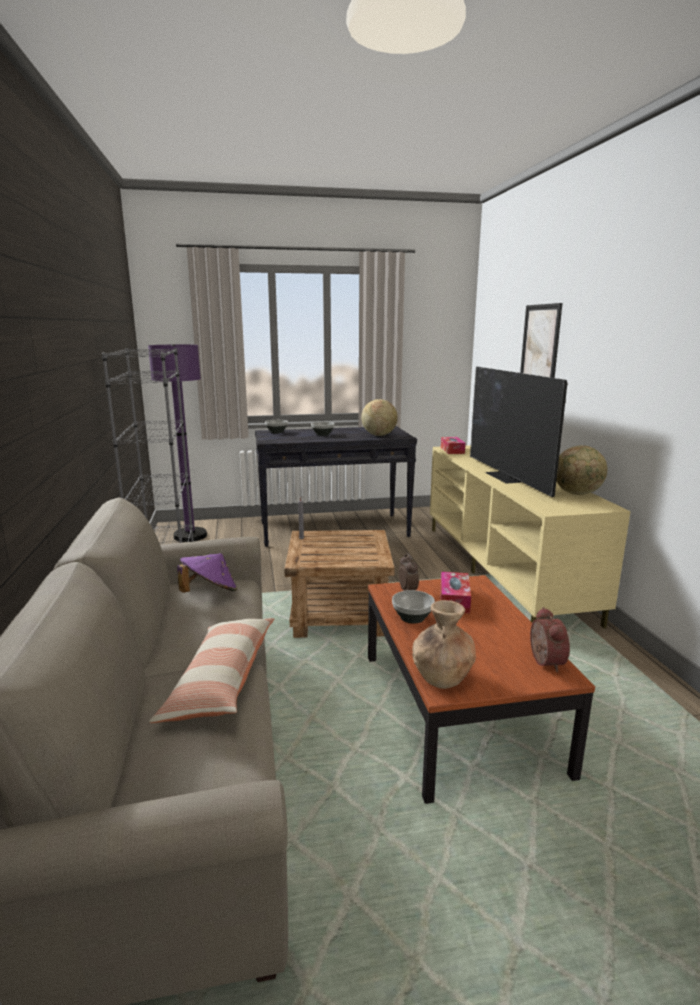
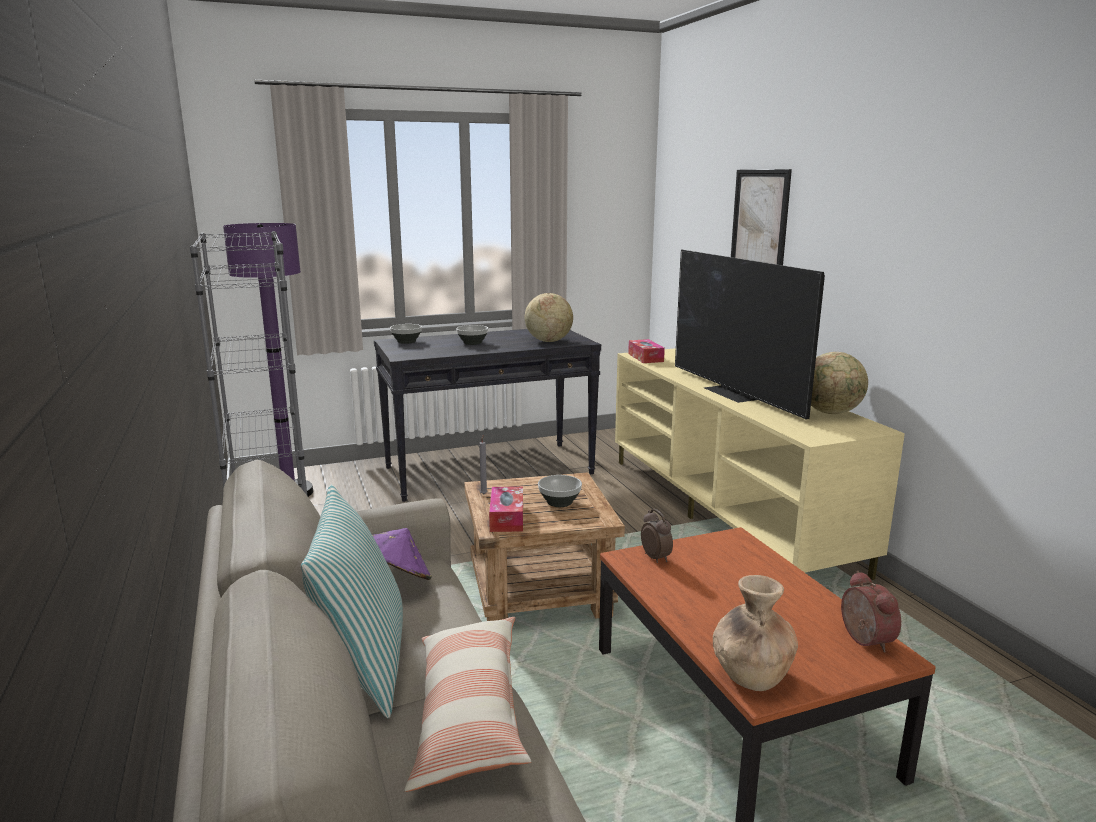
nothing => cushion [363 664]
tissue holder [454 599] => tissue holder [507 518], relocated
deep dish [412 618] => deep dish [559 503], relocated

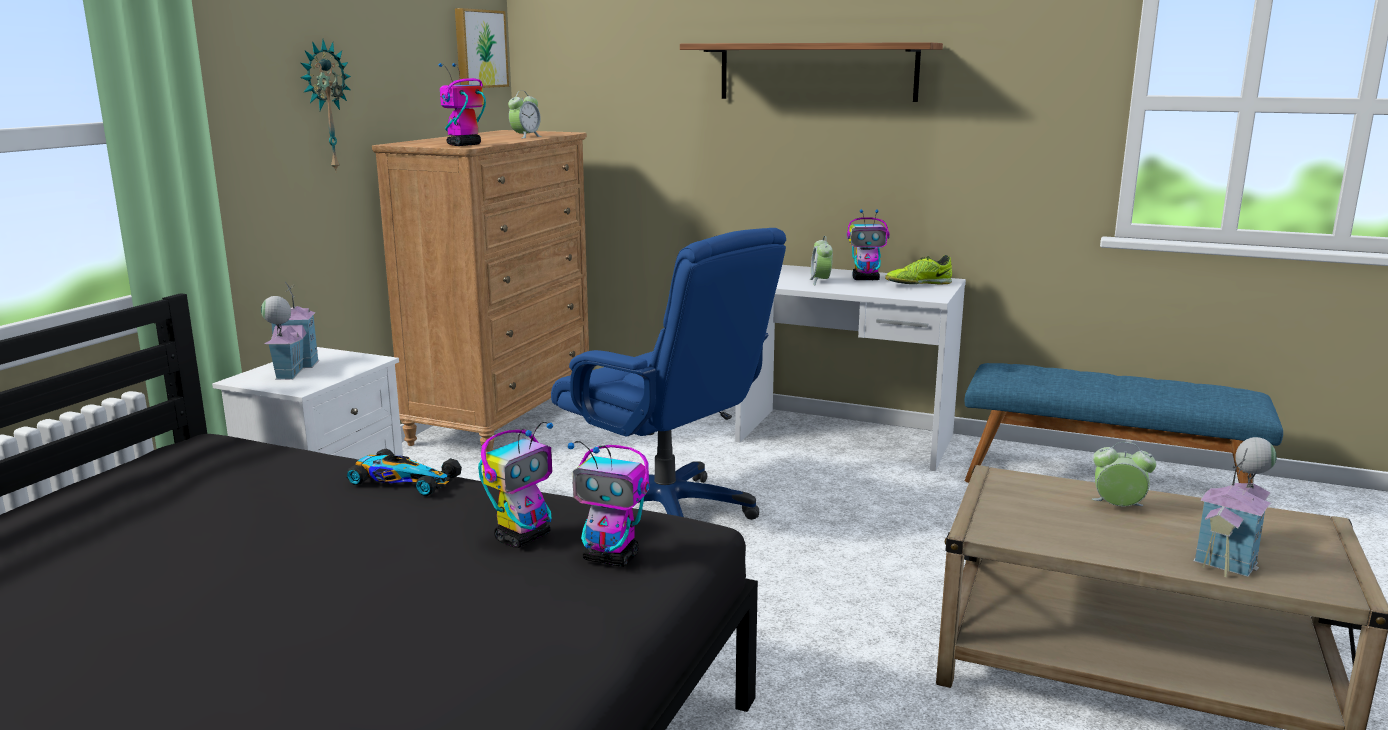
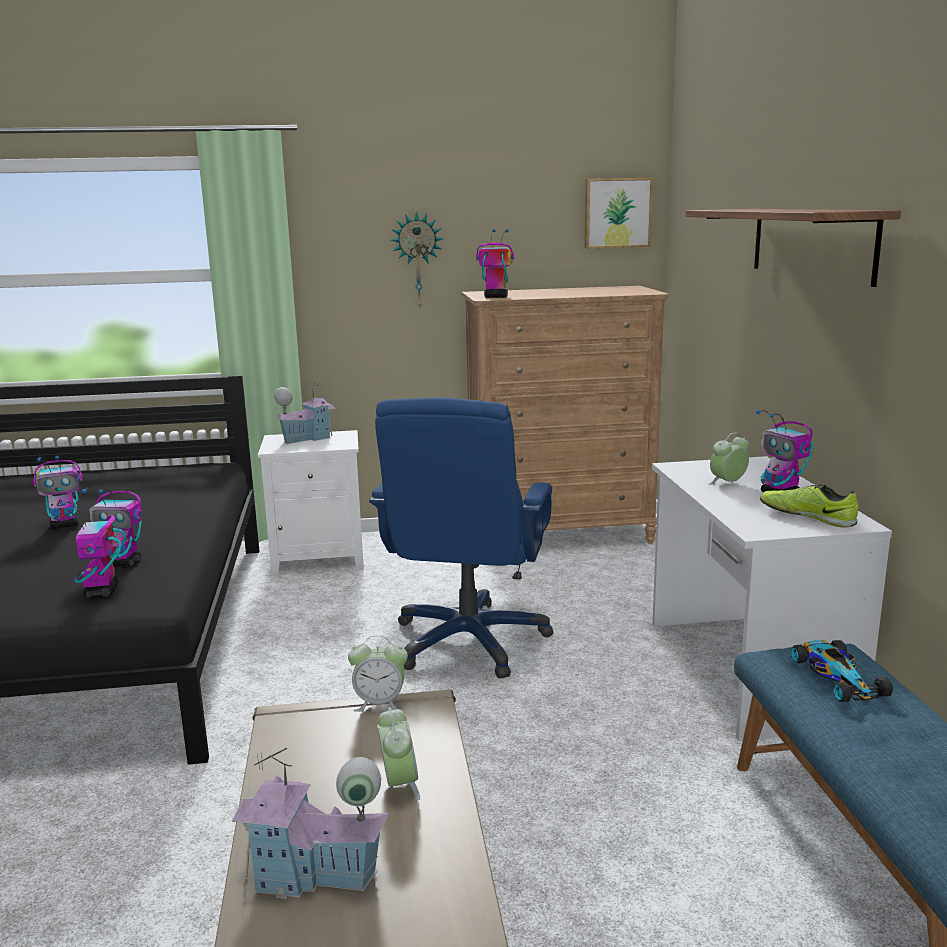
nothing => robot figure [65 525]
bedside clock [525 137] => bedside clock [380 703], relocated
miniature car [403 480] => miniature car [837 676], relocated

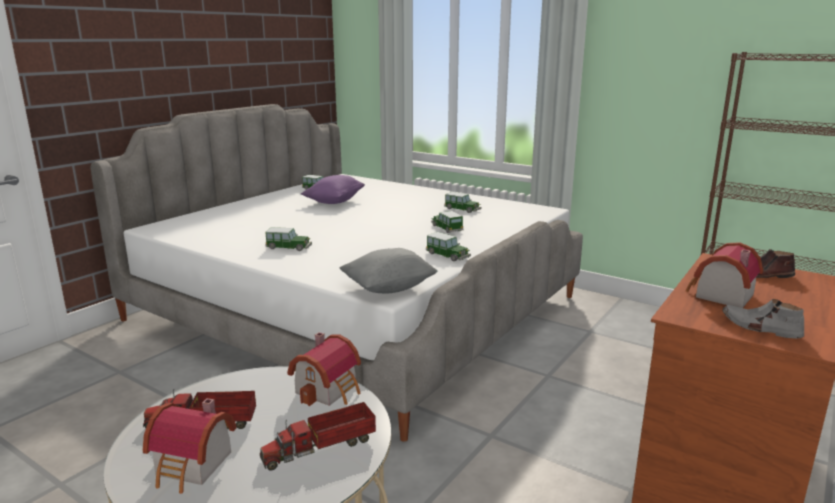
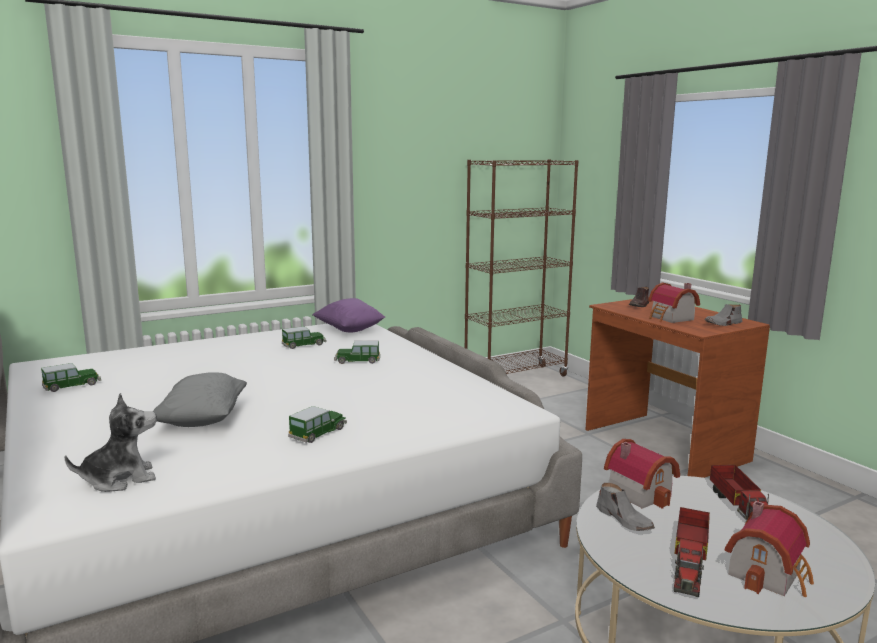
nothing => soft toy [120 479]
greyish cushion [389 288] => greyish cushion [202 420], relocated
purplish cushion [334 202] => purplish cushion [349 330], relocated
nothing => greyish low shoe [625 520]
miniature car [448 255] => nothing

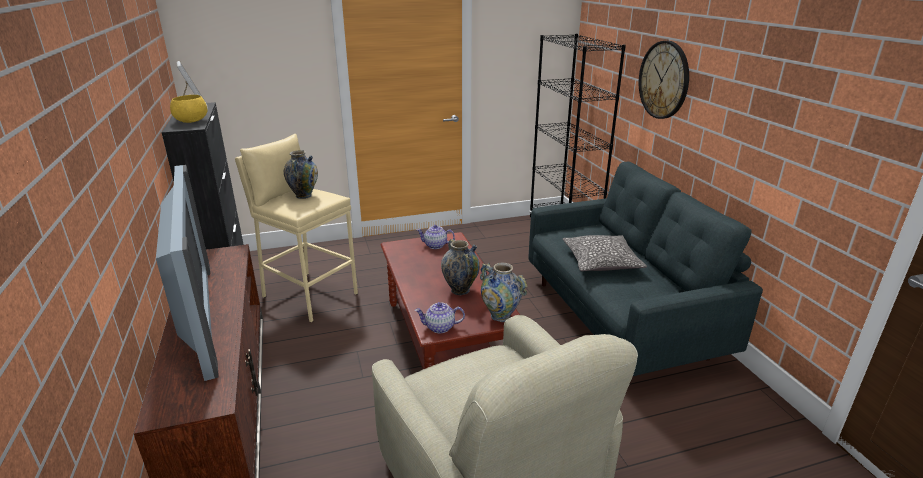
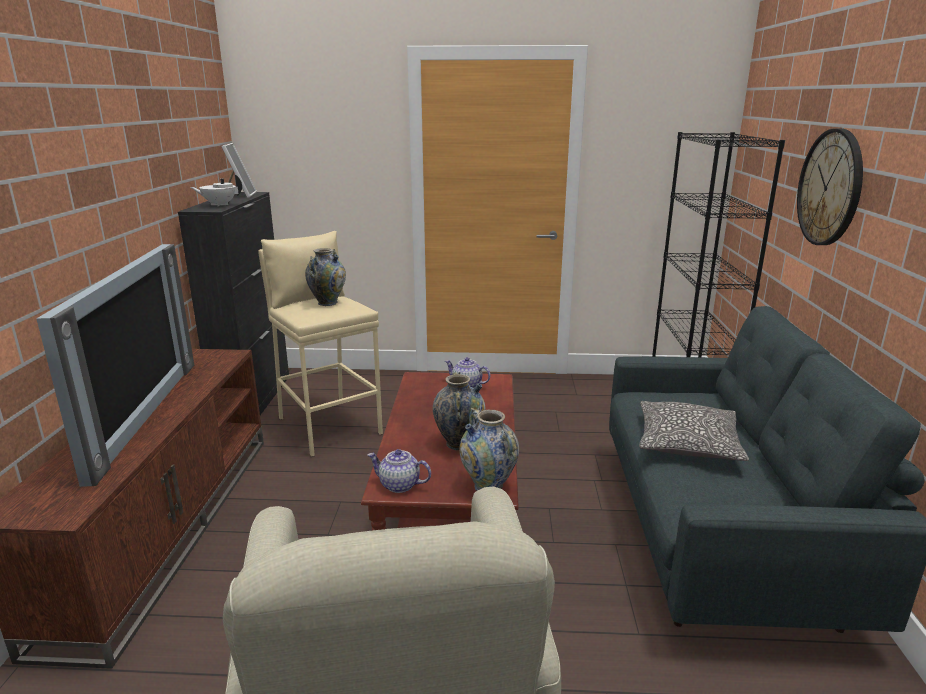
yellow deep dish [191 121] => whitish tea pot [219 205]

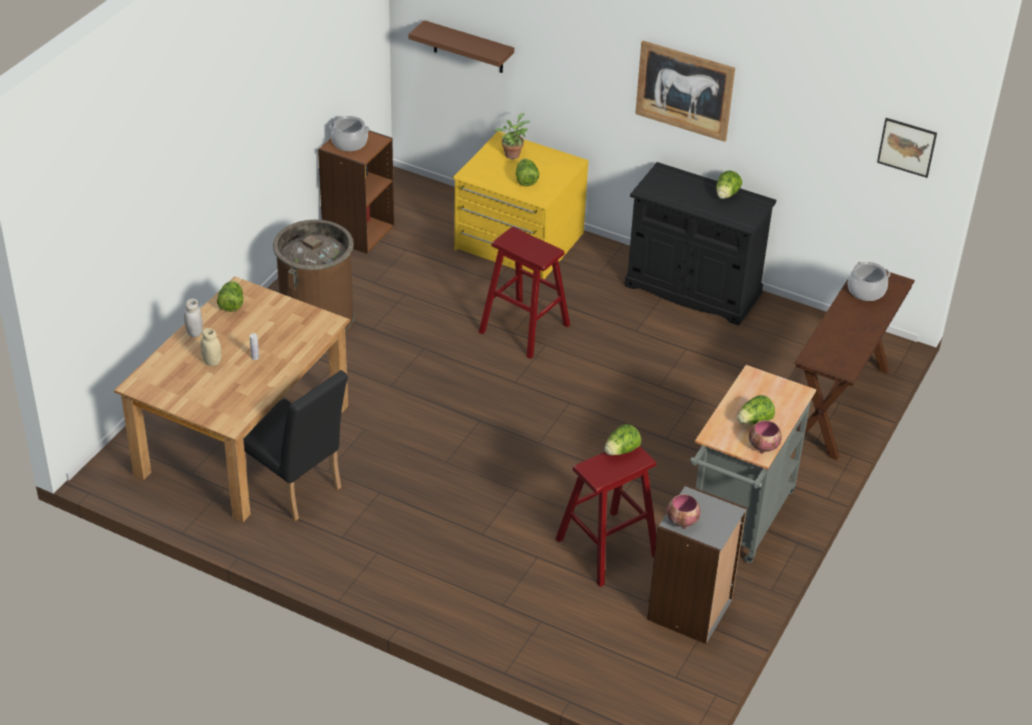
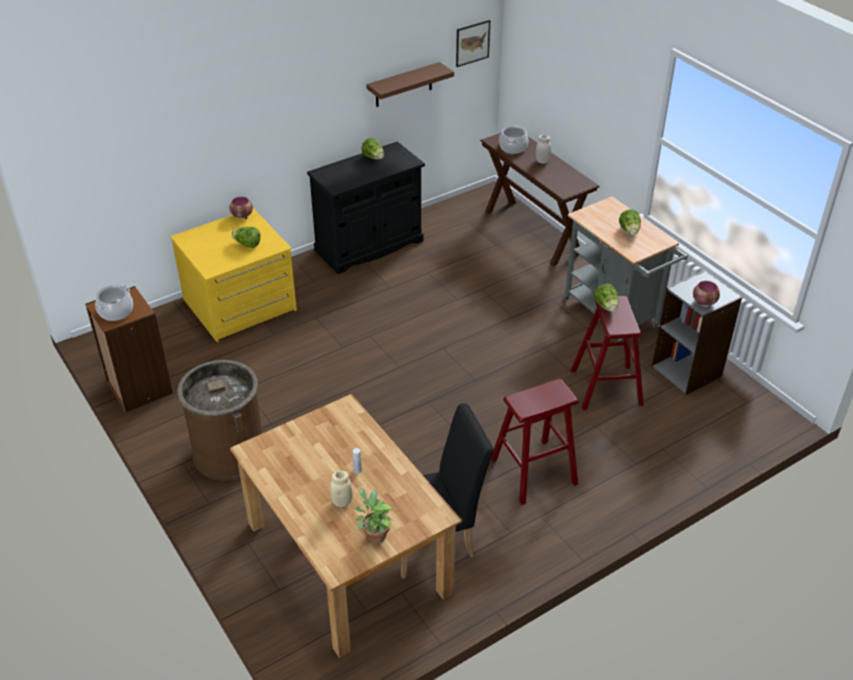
deep dish [763 447] => deep dish [242 216], relocated
plant in a pot [512 154] => plant in a pot [374 535], relocated
brown bracket shelf [468 47] => brown bracket shelf [403 85], relocated
red-coloured stool [524 329] => red-coloured stool [533 471], relocated
whitish storage jar [194 332] => whitish storage jar [542 161], relocated
lettuce [231 304] => nothing
wall picture [684 90] => nothing

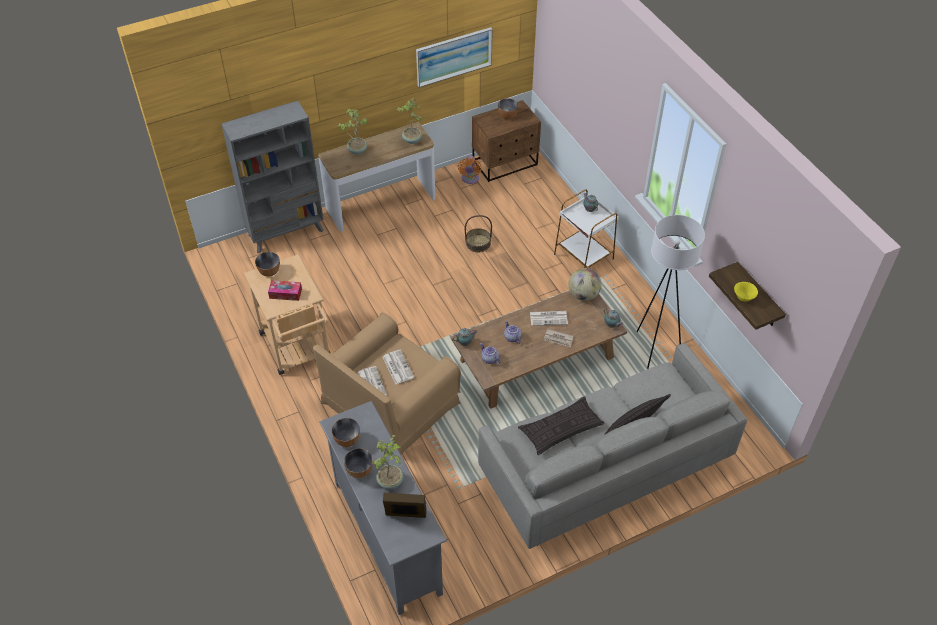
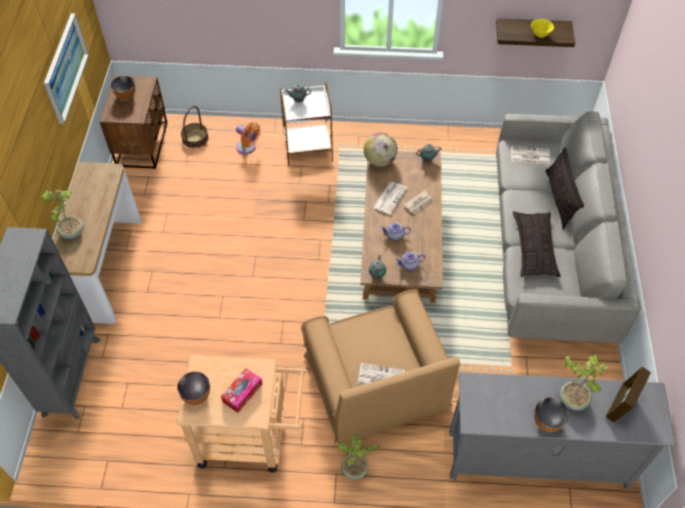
storage basket [478 243] => storage basket [195 138], relocated
orange-coloured electric fan [470 179] => orange-coloured electric fan [247 148], relocated
plant in a pot [411 140] => plant in a pot [355 470], relocated
daily paper [397 367] => daily paper [529 155], relocated
deep dish [347 440] => nothing
whitish standing lamp [654 348] => nothing

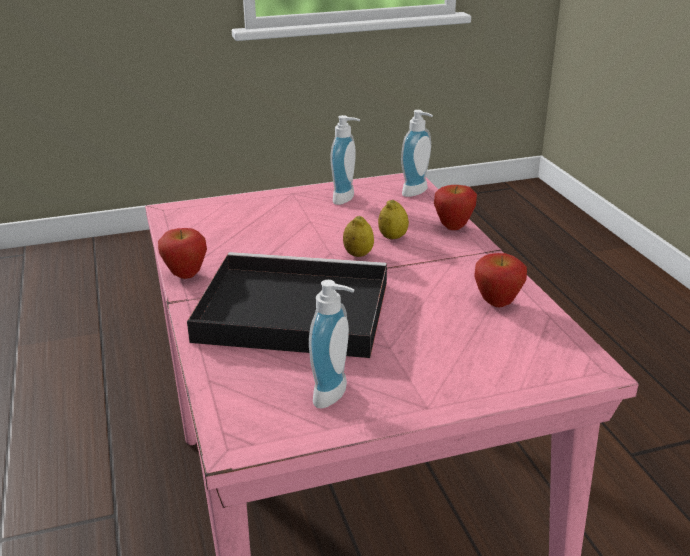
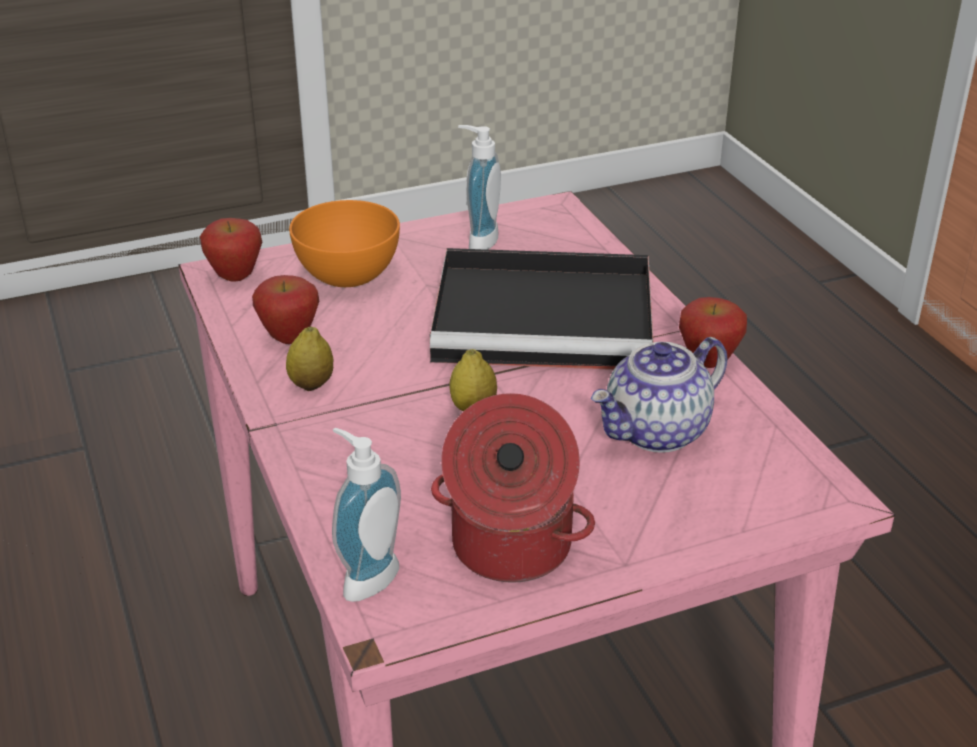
apple [453 227] => apple [235 278], relocated
lemon [393 237] => lemon [311 384], relocated
nothing => orange-coloured deep dish [349 276]
soap dispenser [347 199] => stockpot [509 548]
nothing => tea pot [657 432]

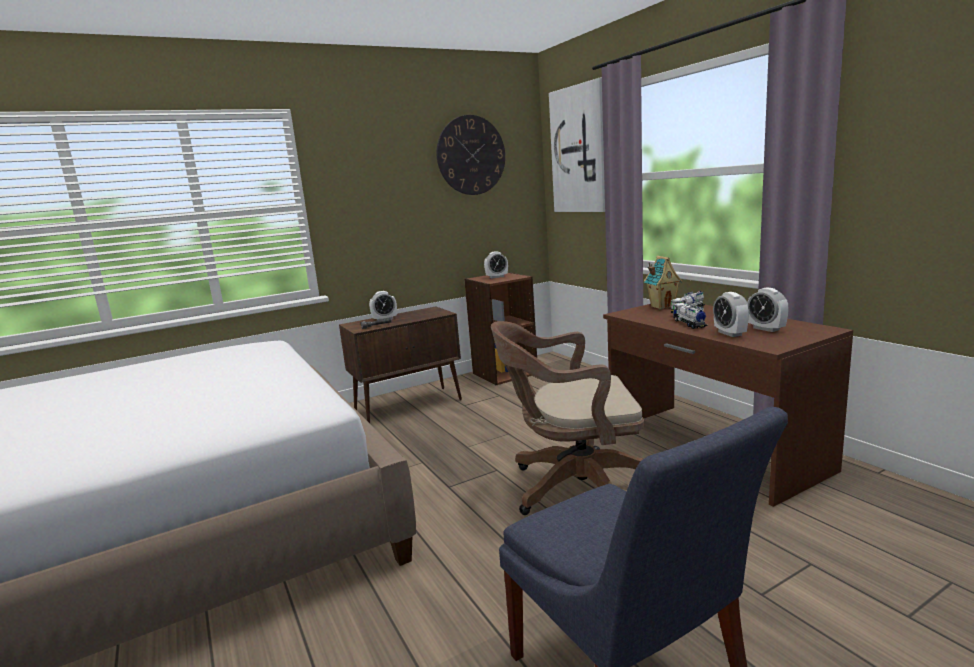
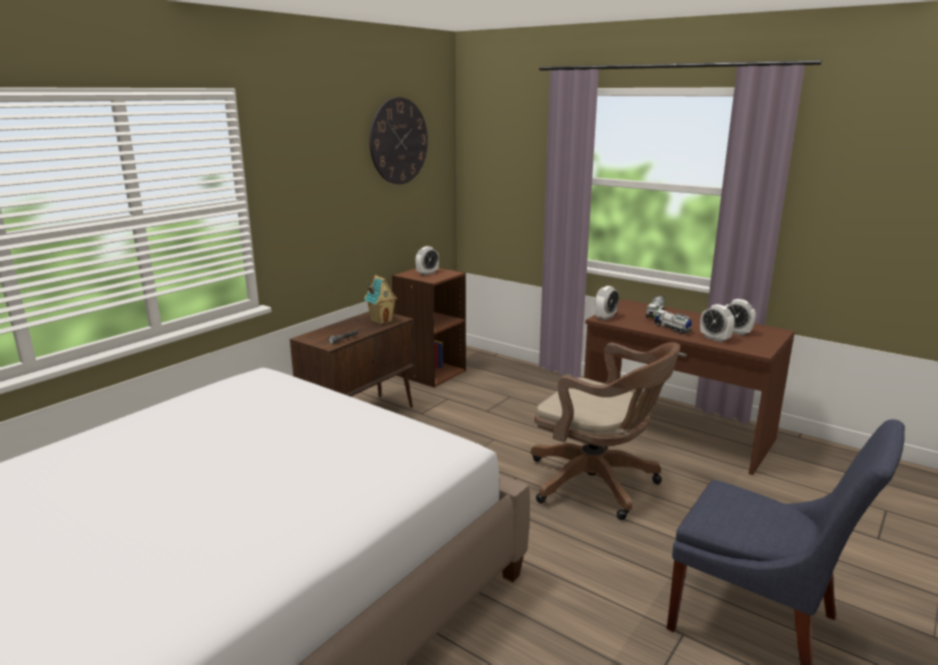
toy house [662 306] => toy house [381 321], relocated
brown computer chair [574 488] => brown computer chair [598 484], 120 degrees counterclockwise
bedside clock [384 319] => bedside clock [605 317], relocated
wall picture [579 150] => nothing

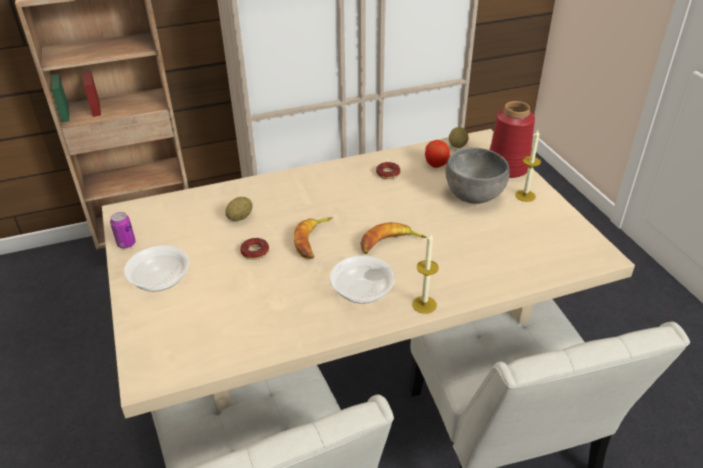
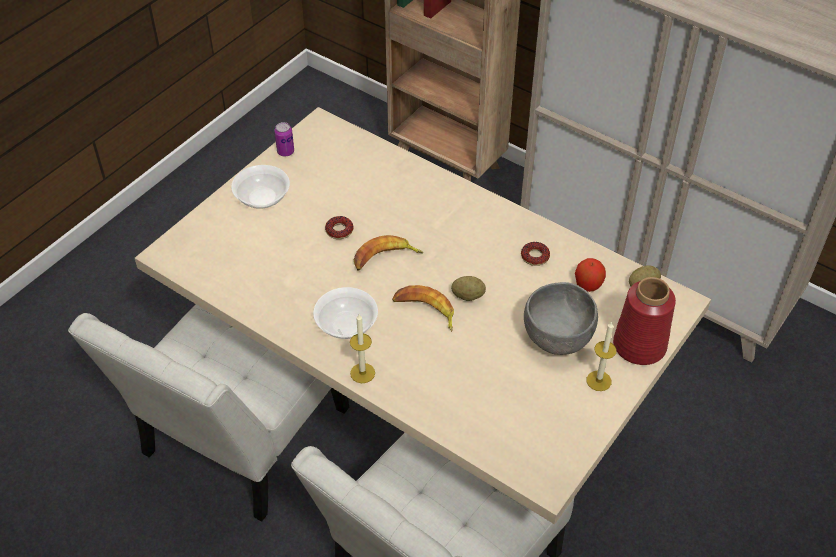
whole potato [240 217] => whole potato [468 296], relocated

